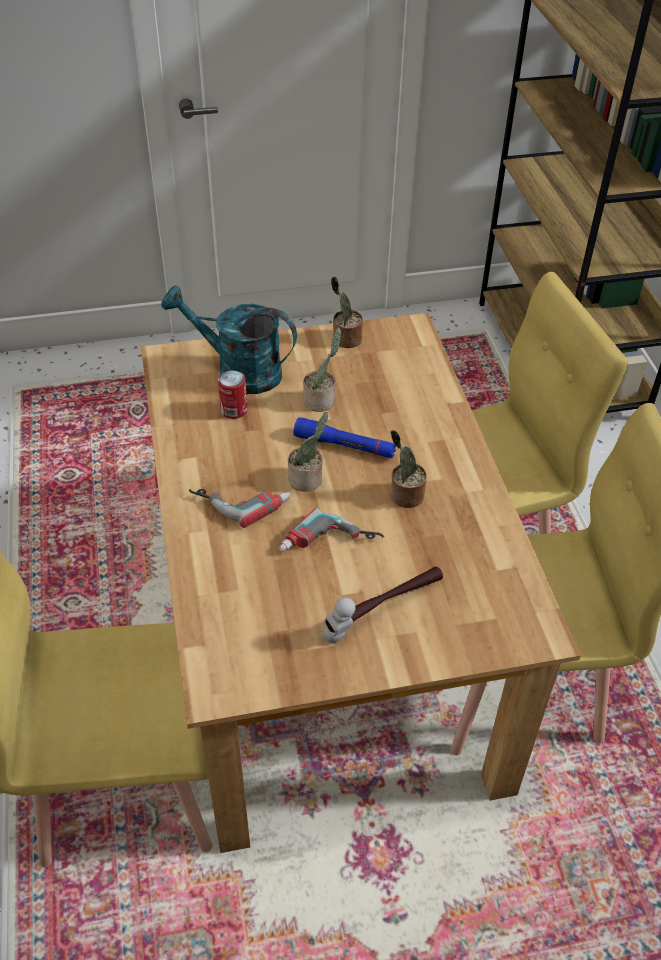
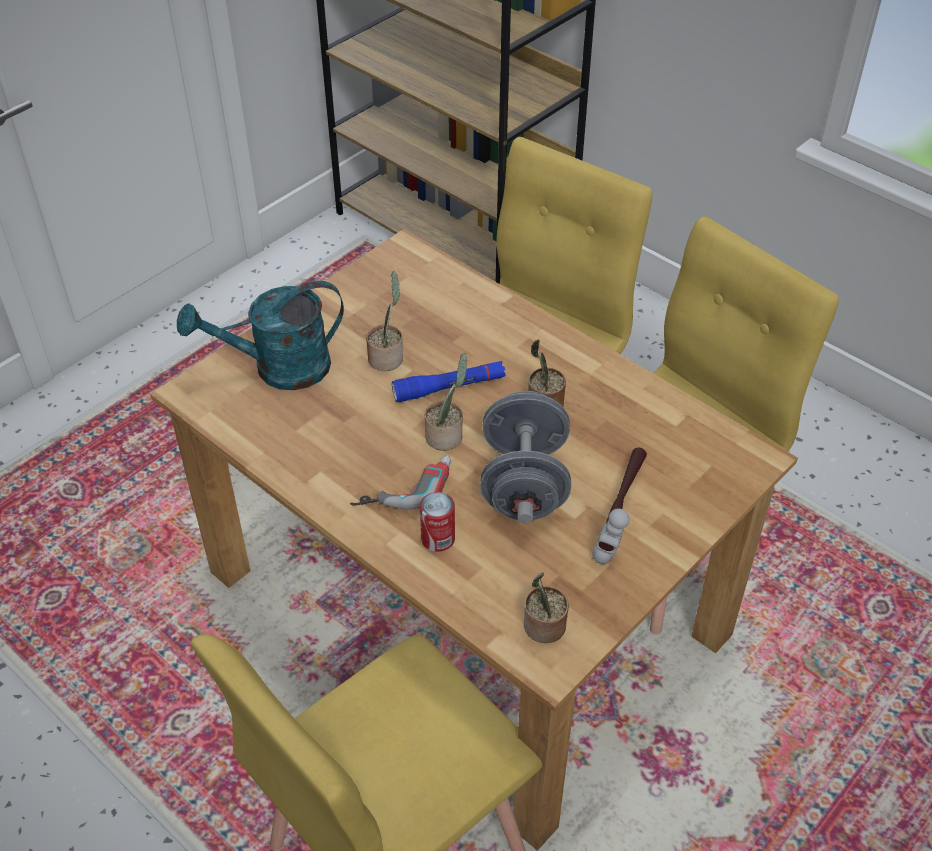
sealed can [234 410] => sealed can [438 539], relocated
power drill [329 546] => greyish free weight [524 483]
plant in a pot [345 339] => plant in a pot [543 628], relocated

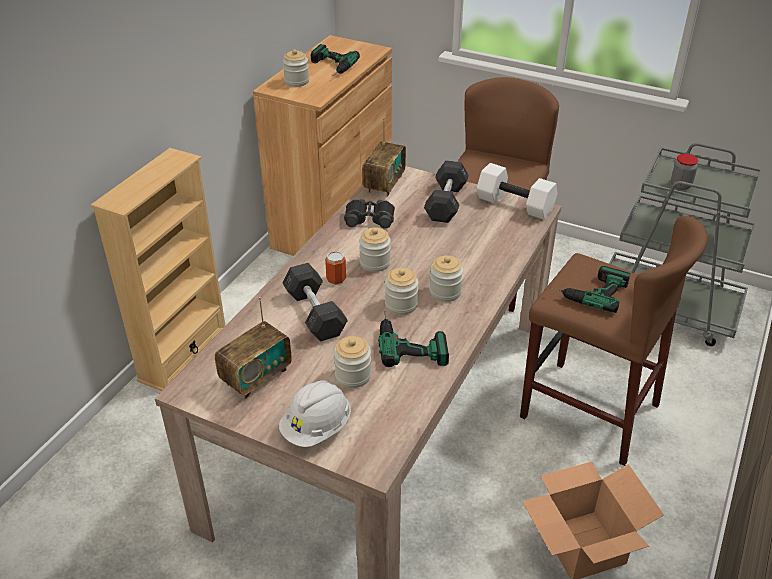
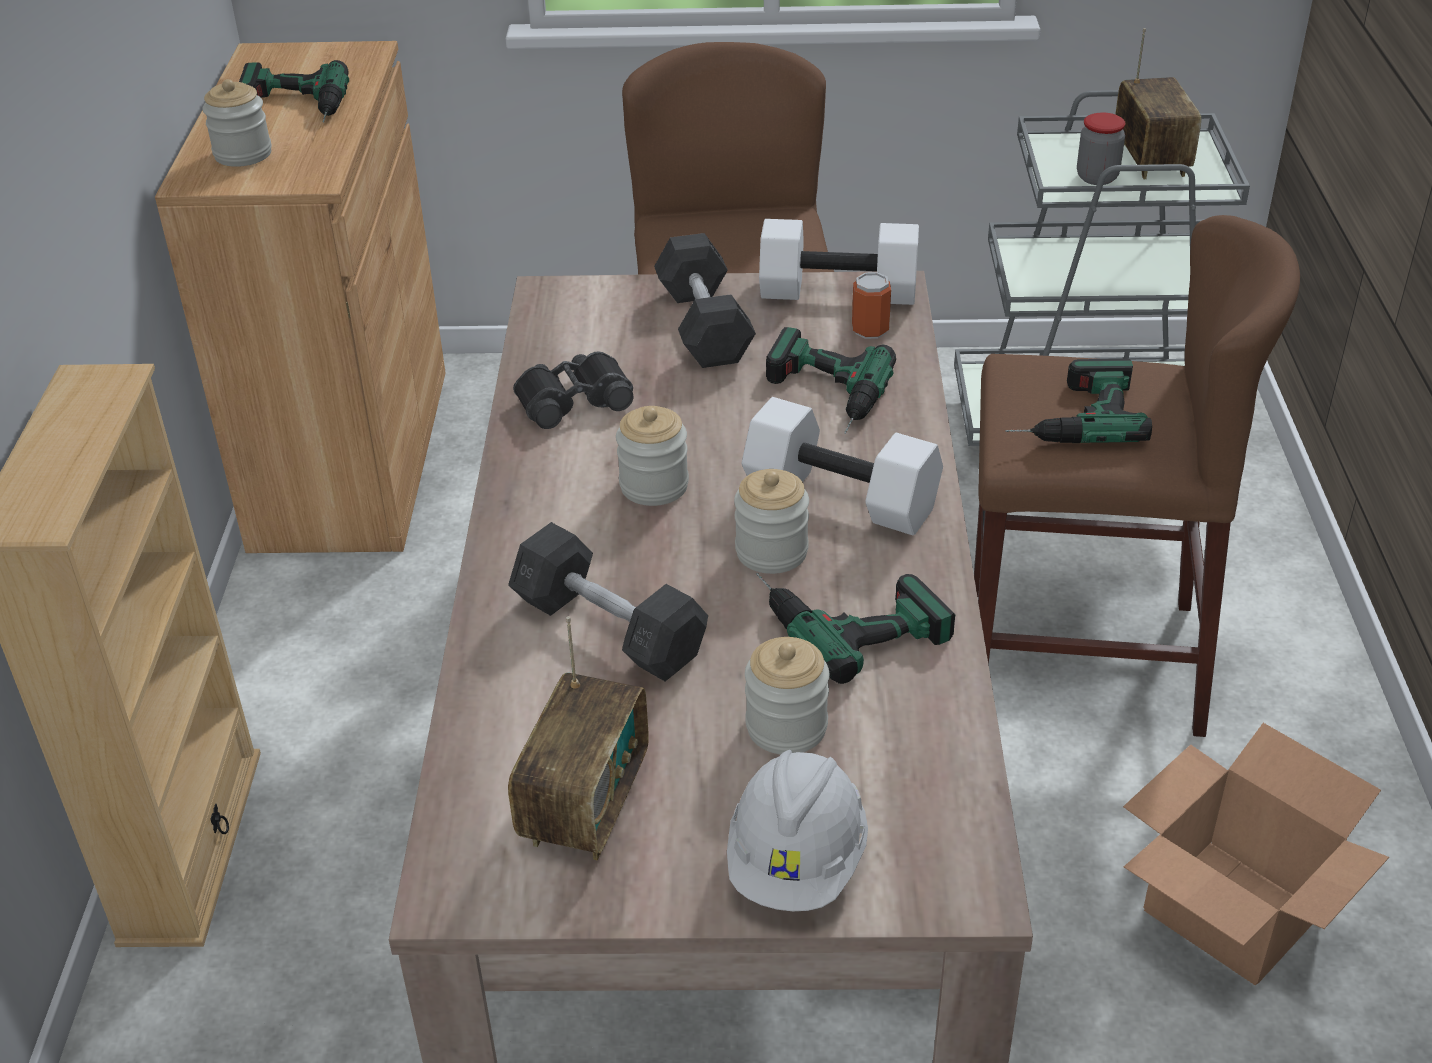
storage jar [445 292] => whitish free weight [838 498]
nothing => power drill [821 396]
sealed can [336 279] => sealed can [870 330], relocated
radio set [384 184] => radio set [1150 159], relocated

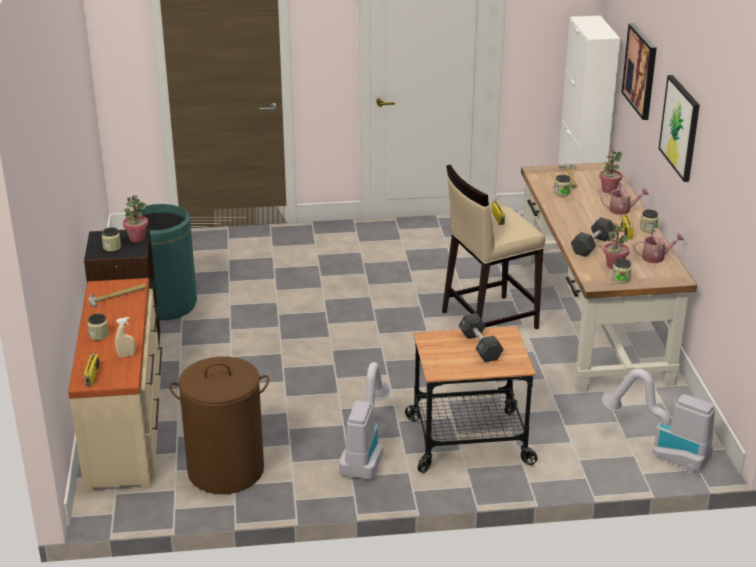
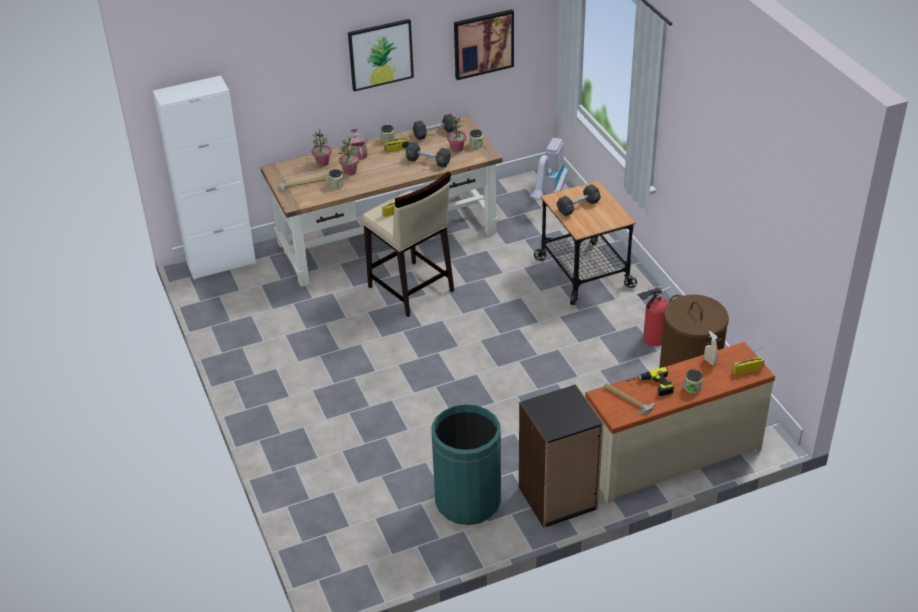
plant in a pot [137 238] => plant in a pot [350 172], relocated
watering pot [656 257] => black free weight [434 133]
wall picture [641 70] => wall picture [483 43], relocated
nothing => power drill [651 386]
nothing => extinguisher [652 339]
storage jar [112 247] => nothing
hoover [365 451] => nothing

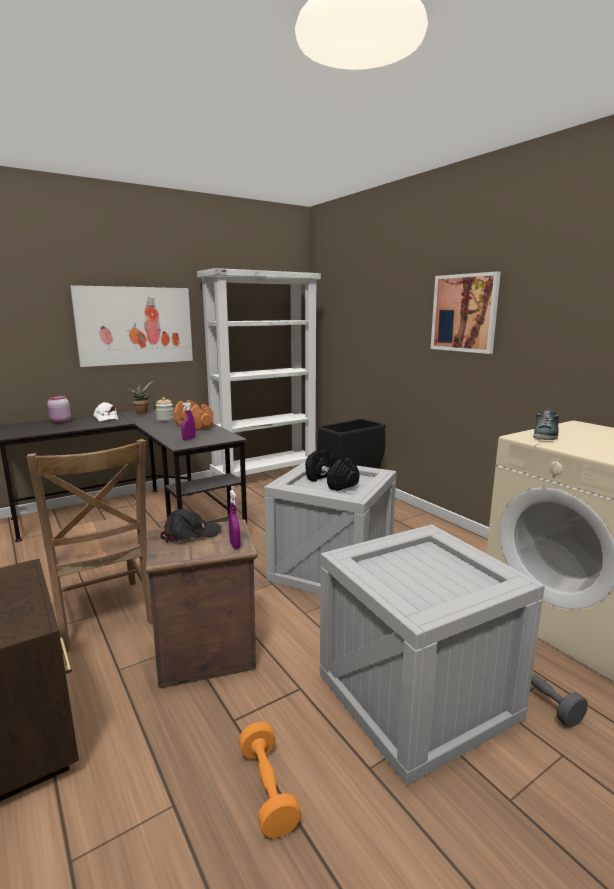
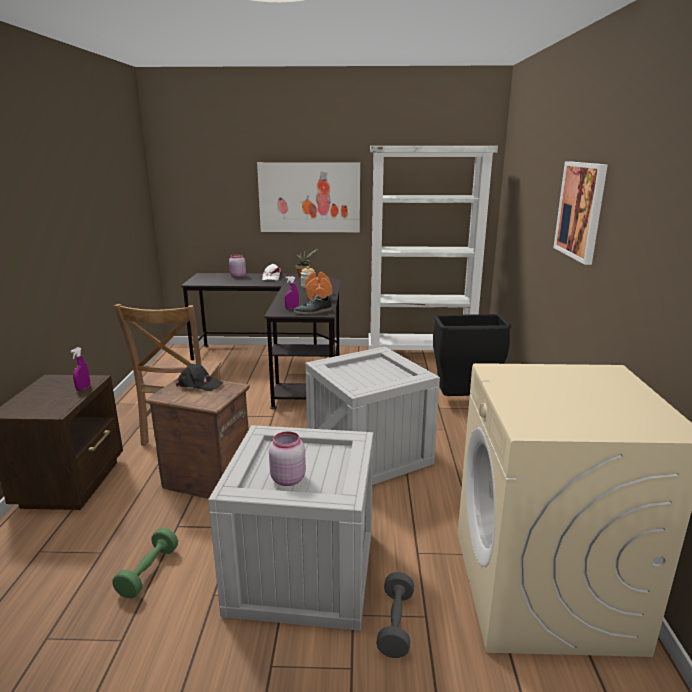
purplish sprayer [235 545] => purplish sprayer [83 388], relocated
orange-coloured free weight [267 790] => greenish free weight [148 572]
nothing => pinkish storage jar [287 479]
low shoe [545 435] => low shoe [313 312], relocated
black free weight [331 482] => nothing

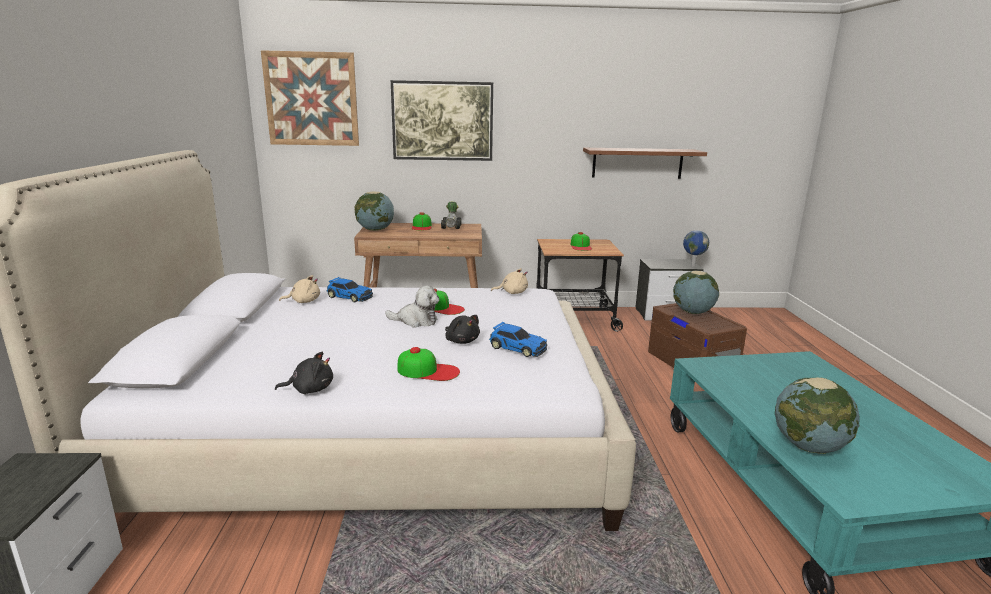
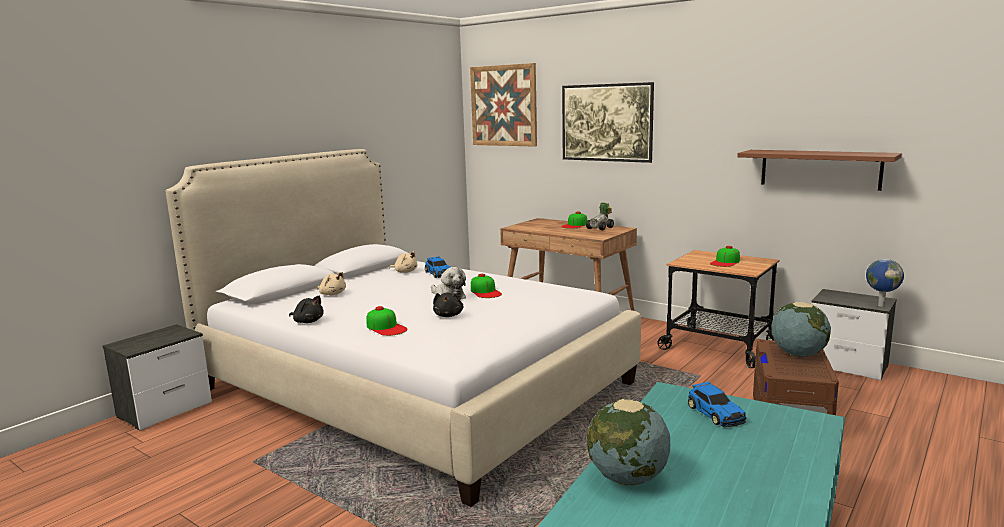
sand-coloured soft toy [512 292] => sand-coloured soft toy [332 294], relocated
miniature car [517 348] => miniature car [715 413], relocated
desk globe [375 230] => nothing

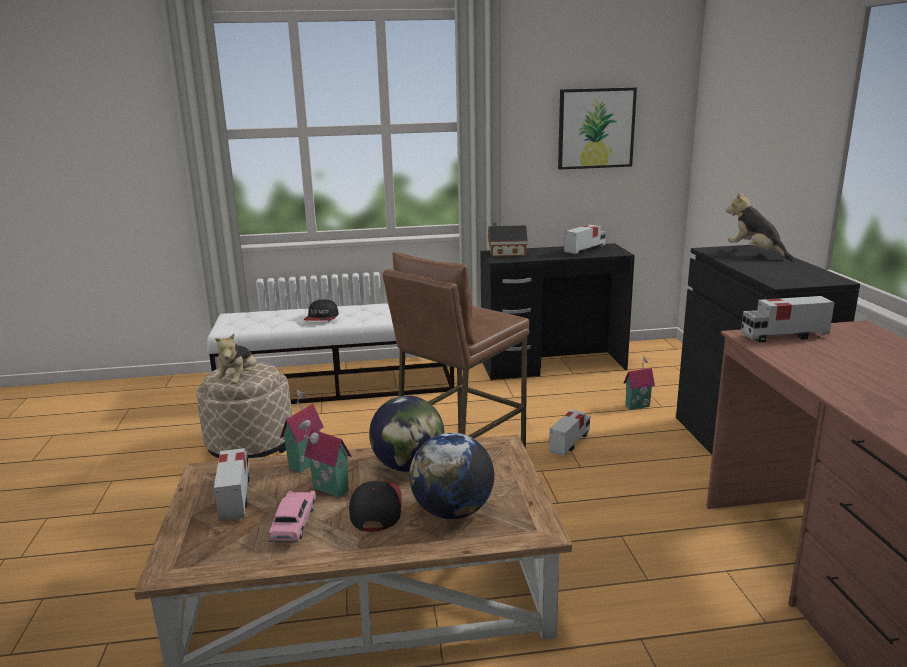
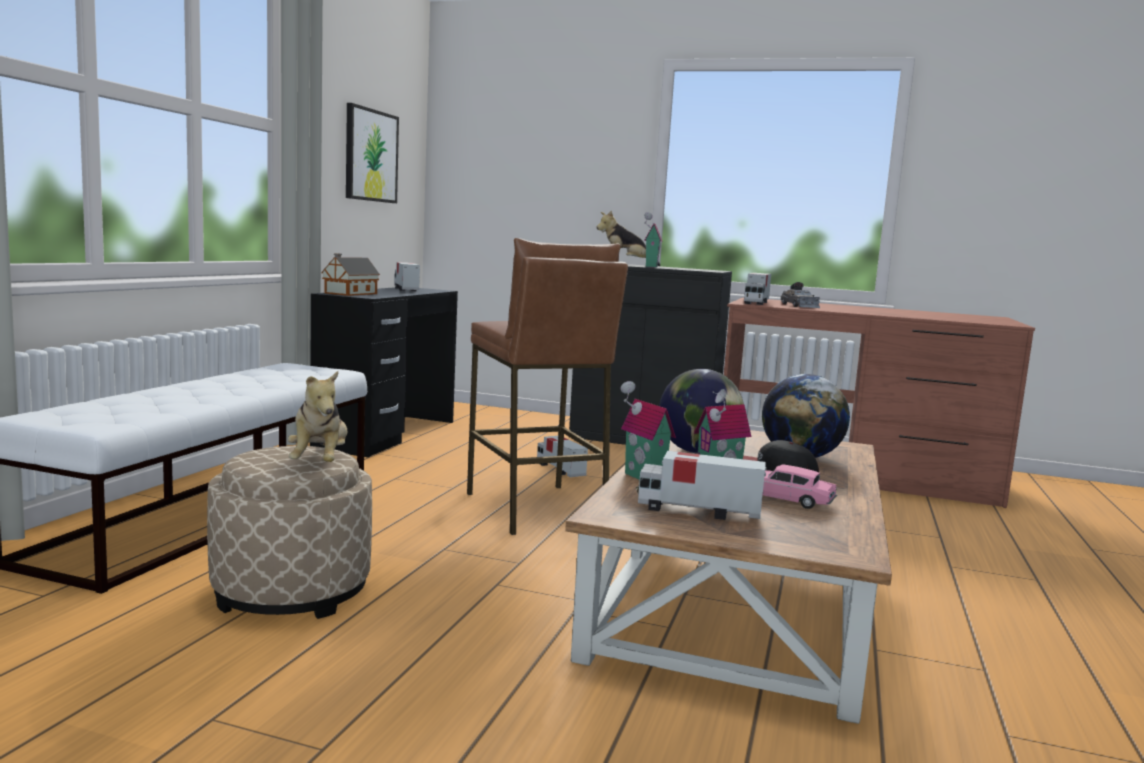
soft toy [239 380] => soft toy [320 462], 45 degrees clockwise
toy house [636 405] => toy house [649 266], relocated
nothing => greyish miniature car [799 306]
peaked cap [322 318] => nothing

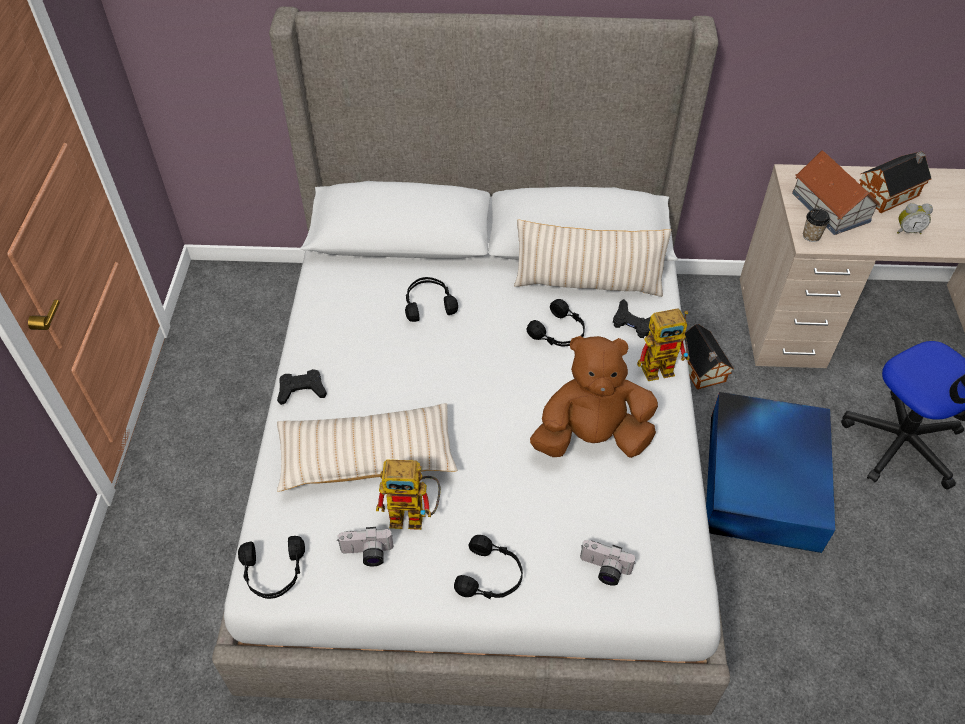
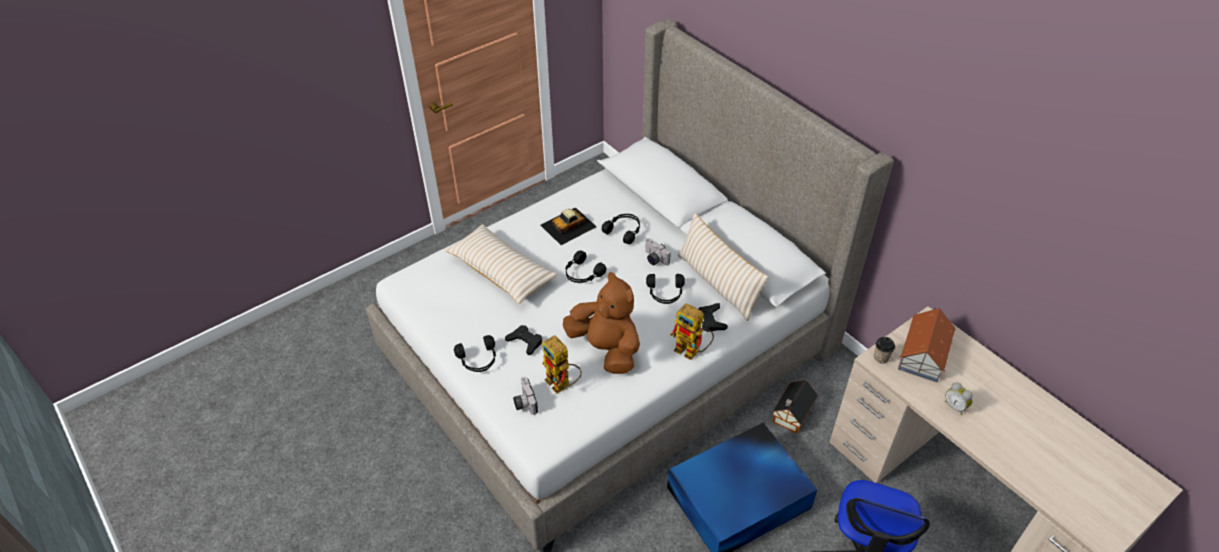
black game controller [301 390] => black game controller [525 342], relocated
nothing => miniature car [568 226]
robot figure [415 515] => robot figure [562 385], relocated
black headset [274 573] => black headset [582 274], relocated
still camera [367 554] => still camera [654 259], relocated
toy house [889 194] => nothing

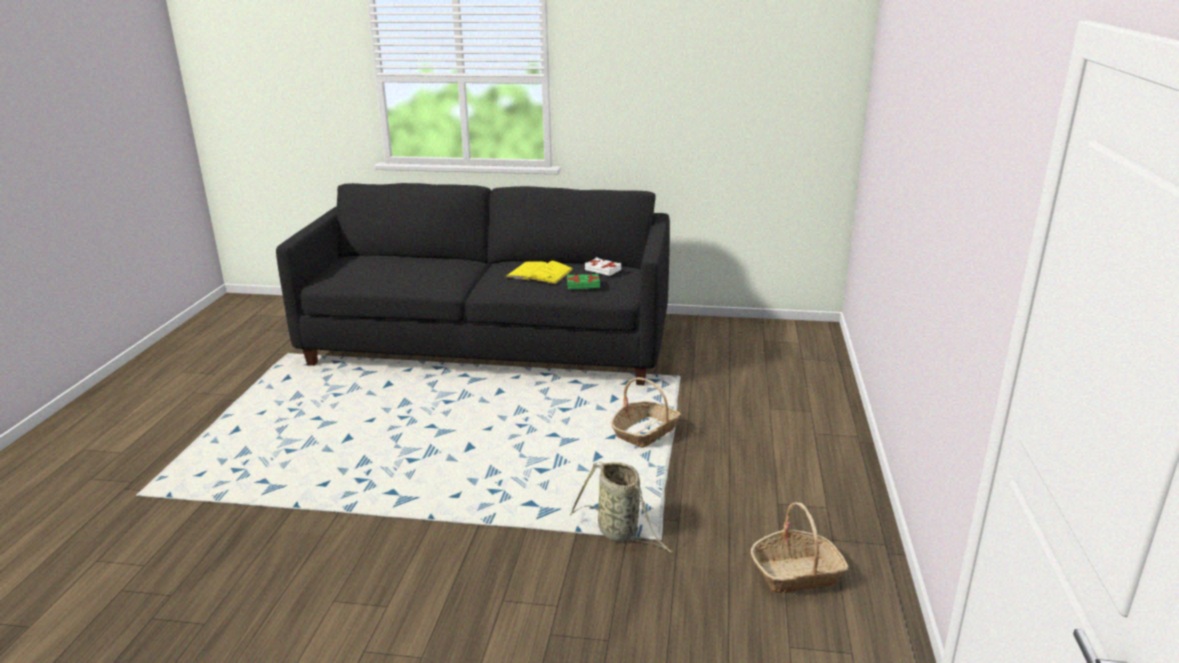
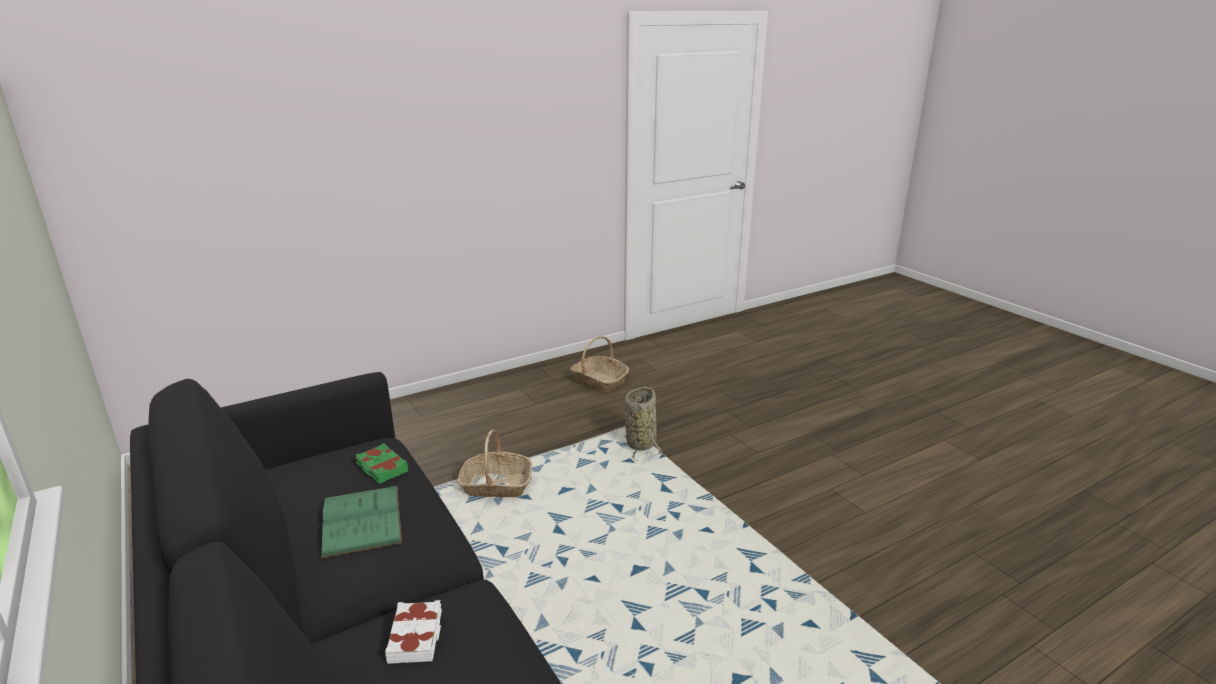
yellow bound book [539 273] => greenish bound book [361 520]
whitish bound book [602 270] => whitish bound book [416 636], relocated

